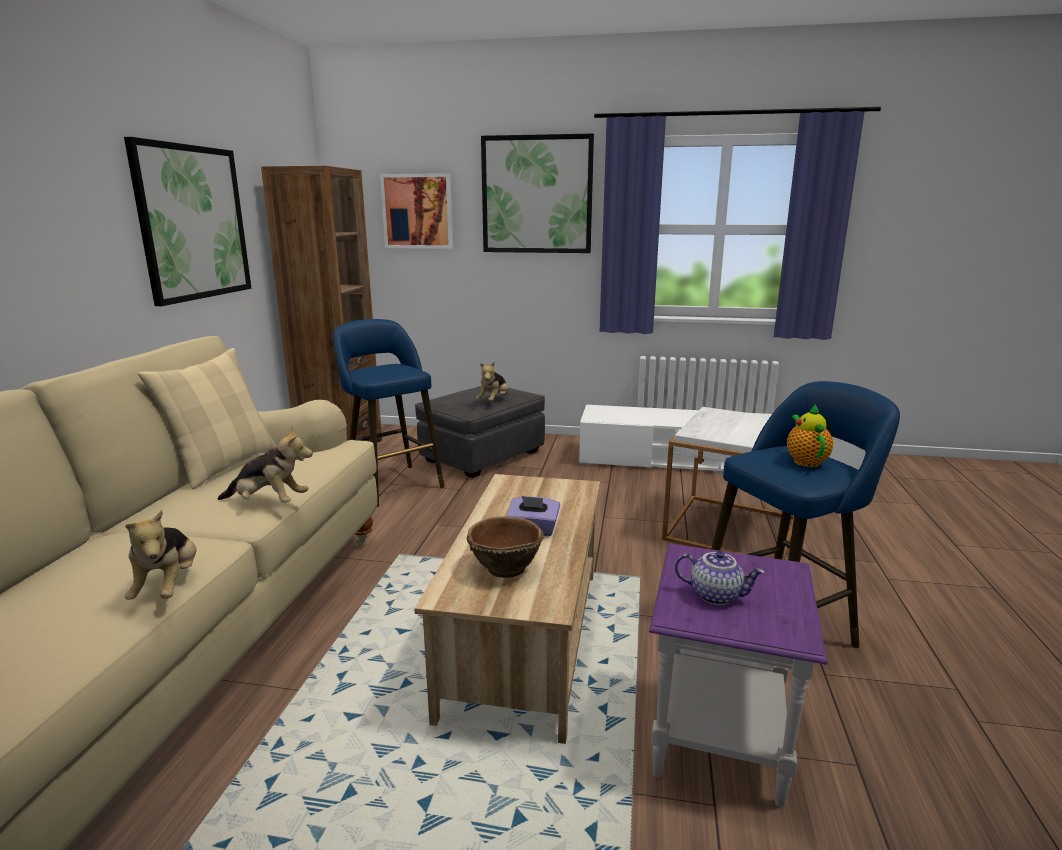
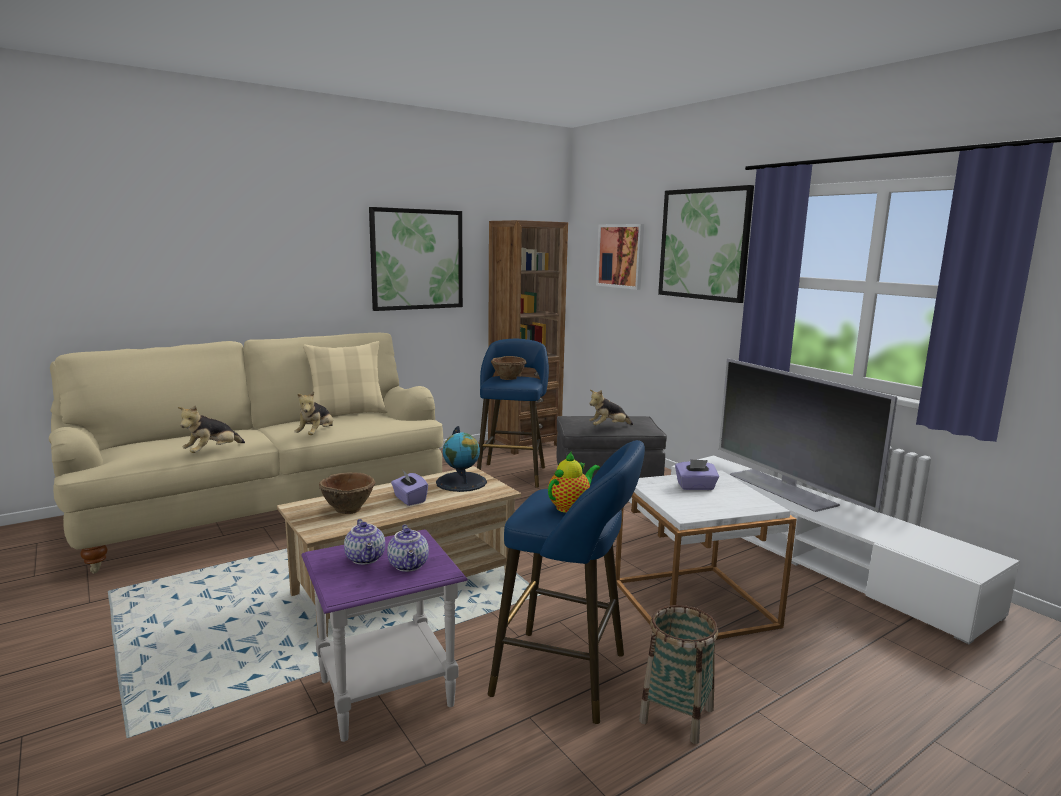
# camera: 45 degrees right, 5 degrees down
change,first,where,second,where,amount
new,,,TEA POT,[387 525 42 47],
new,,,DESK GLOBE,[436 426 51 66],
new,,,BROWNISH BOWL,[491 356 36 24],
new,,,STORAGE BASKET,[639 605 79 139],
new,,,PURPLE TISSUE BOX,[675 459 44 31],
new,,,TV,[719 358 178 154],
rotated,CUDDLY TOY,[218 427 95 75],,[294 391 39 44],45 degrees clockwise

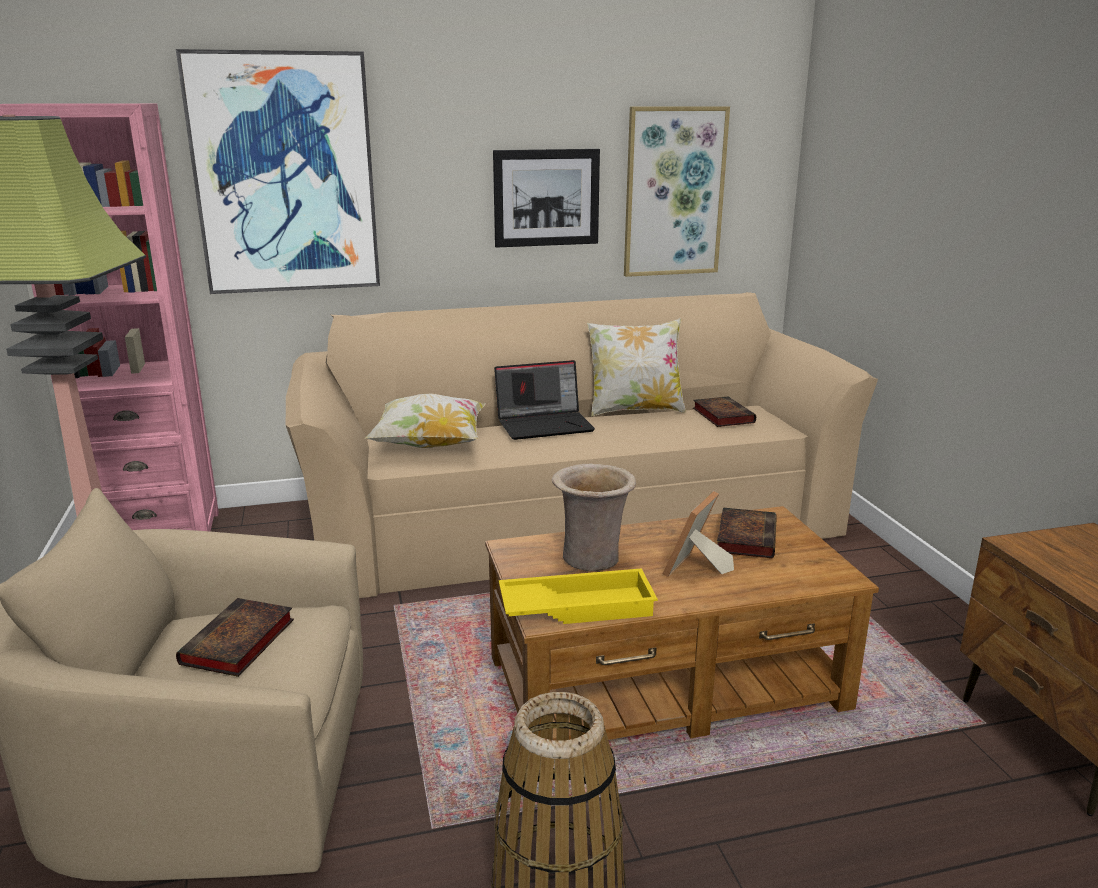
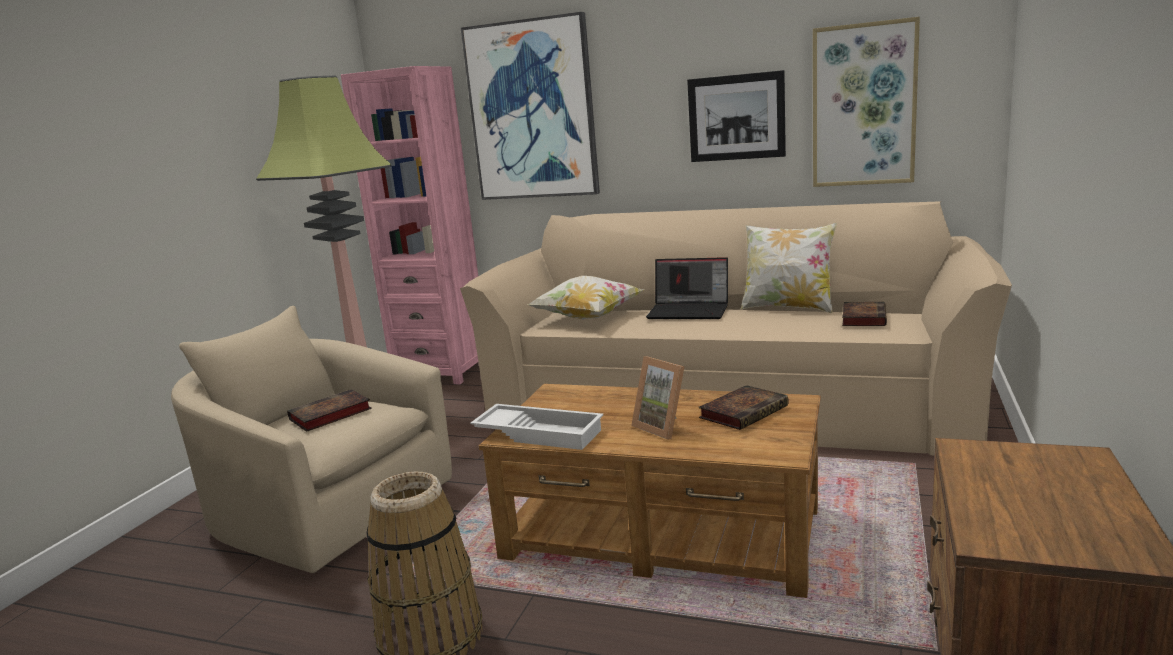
# camera: 35 degrees right, 5 degrees down
change,first,where,second,where,amount
gone,SAND-COLOURED DECORATIVE VASE,[552 464 84 107],,,
repainted,YELLOW-COLOURED TRAY,[499 568 159 56],WHITISH TRAY,[470 404 133 46],
rotated,PICTURE FRAME,[663 491 71 86],,[631 356 53 83],105 degrees counterclockwise

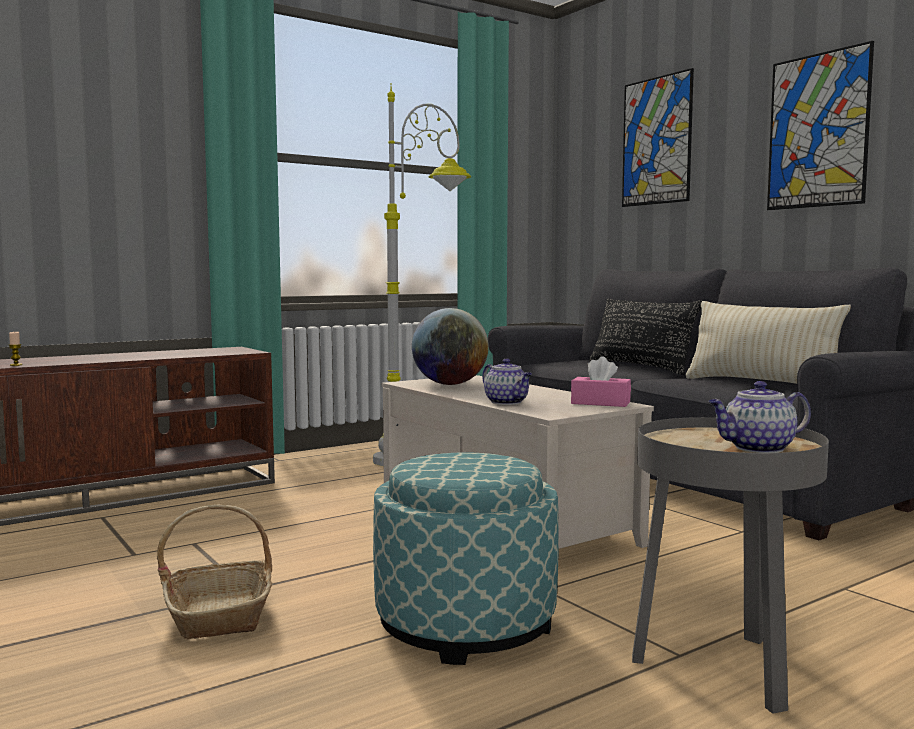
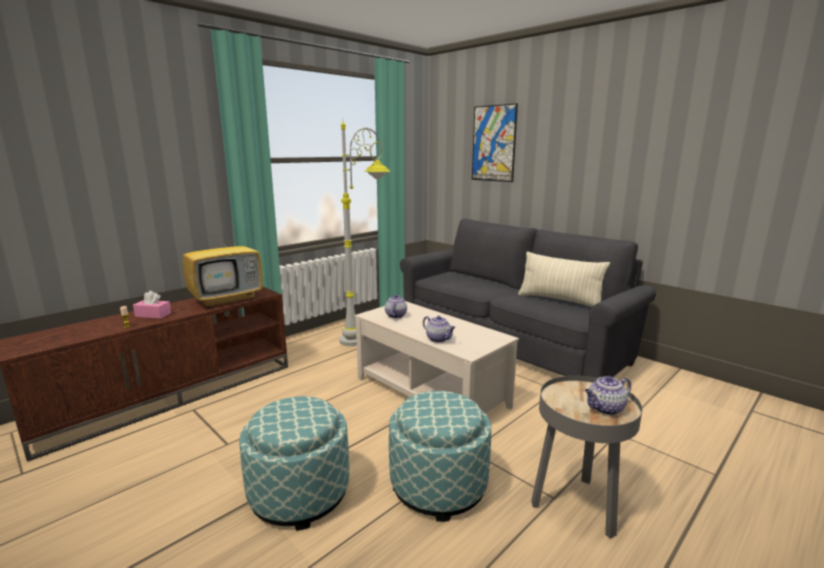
# camera: 10 degrees left, 10 degrees up
change,first,where,second,where,amount
gone,BLACKISH PILLOW,[589 299 113 76],,,
gone,PICTURE,[767 41 107 169],,,
new,,,TV,[182 217 81 91],
shifted,PINKISH TISSUE BOX,[571 356 60 51],,[133 291 38 28],
swapped,STORAGE BASKET,[157 505 115 134],FOOTREST,[239 396 110 135],
swapped,DESK GLOBE,[412 308 77 77],TEA POT,[385 295 22 23],

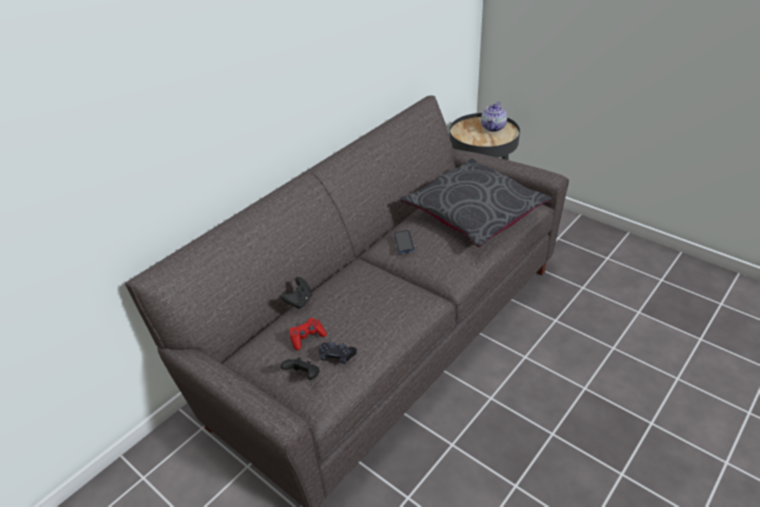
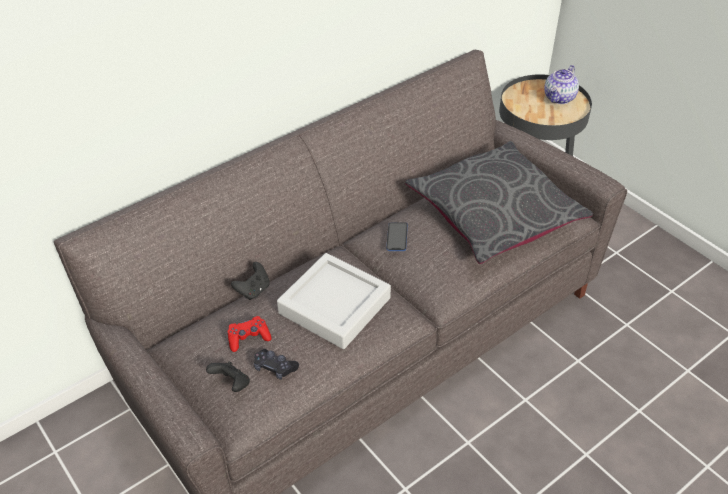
# camera: 10 degrees right, 5 degrees up
change,first,where,second,where,amount
new,,,GREY TRAY,[277 253 114 96],

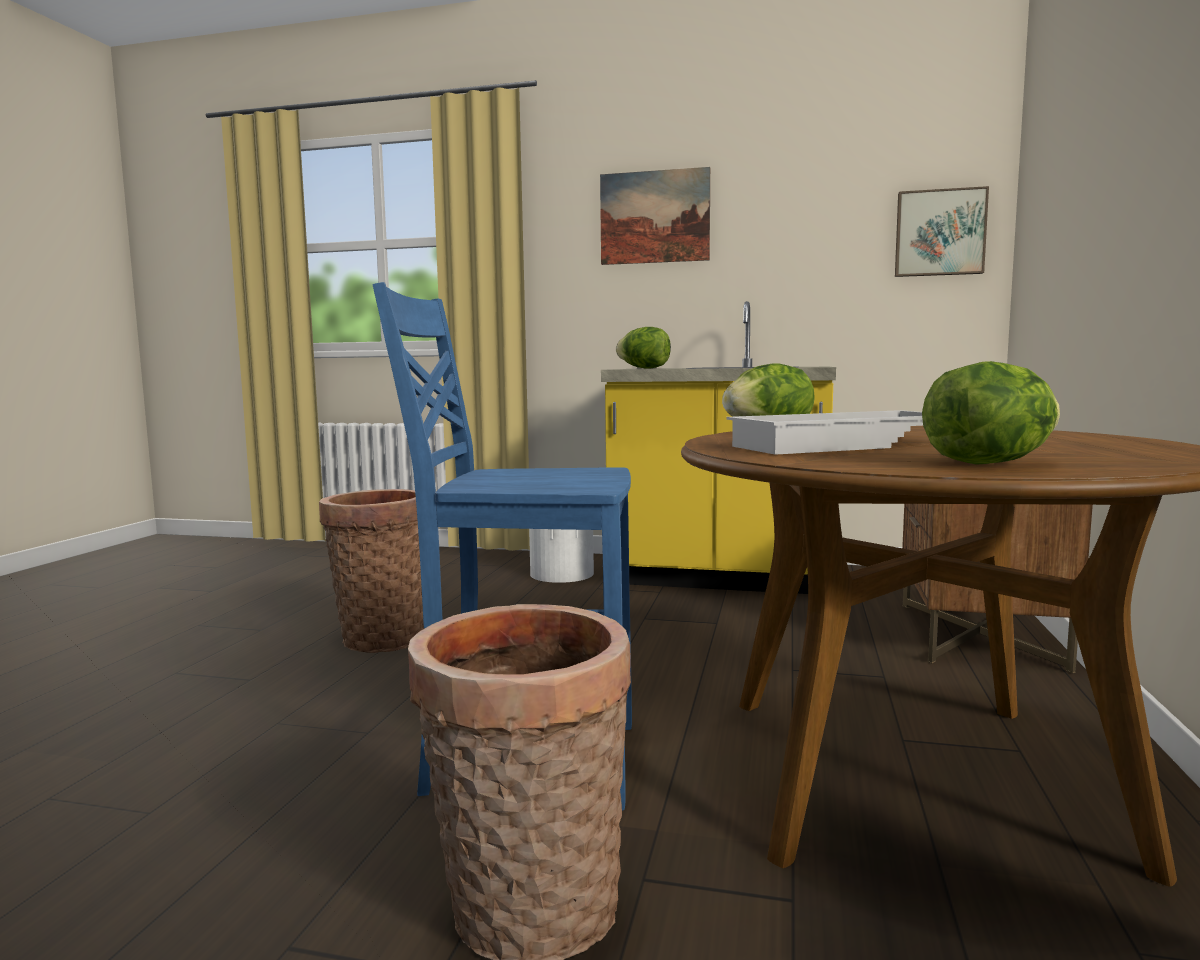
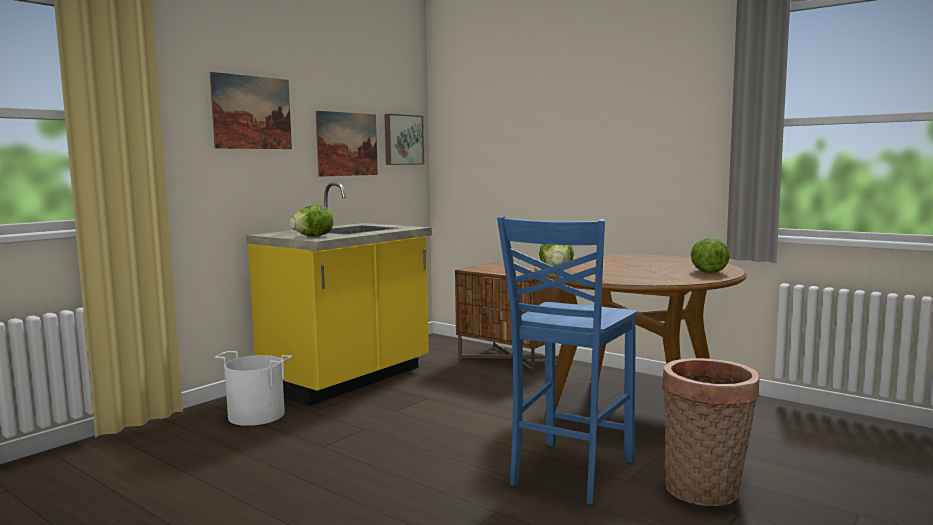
# camera: 65 degrees left, 0 degrees up
change,first,where,second,where,amount
gone,STORAGE BASKET,[319 489 105 164],,,
gone,WHITISH TRAY,[726 410 197 45],,,
new,,,PICTURE,[315 111 63 66],

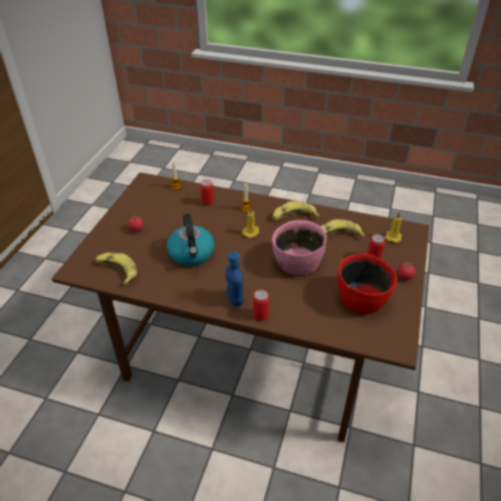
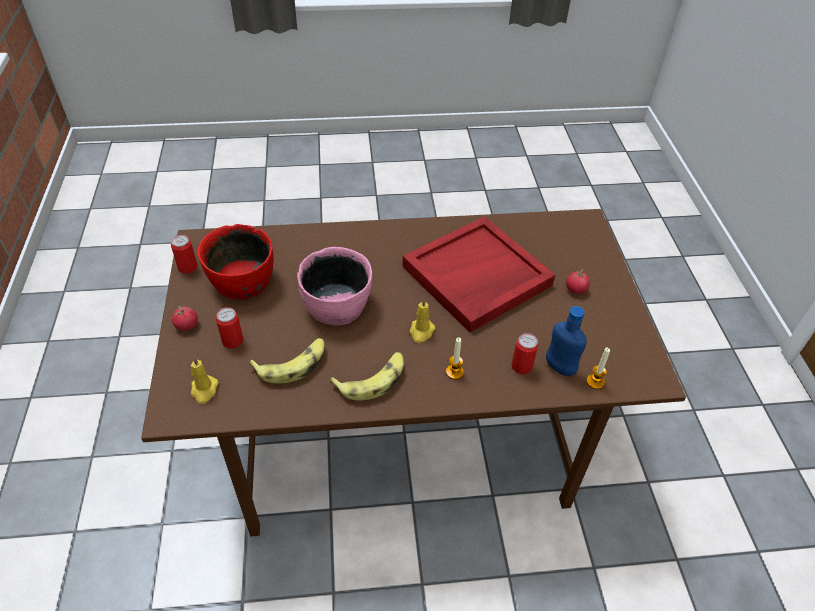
# camera: 155 degrees right, 5 degrees up
change,first,where,second,where,amount
gone,BANANA FRUIT,[95 252 42 33],,,
shifted,BLUE-COLOURED BOTTLE,[226 252 18 54],,[546 306 41 70],
shifted,CAN,[253 290 16 31],,[171 235 26 38],
swapped,KETTLE,[167 214 48 52],RED-COLOURED TRAY,[402 216 153 117],

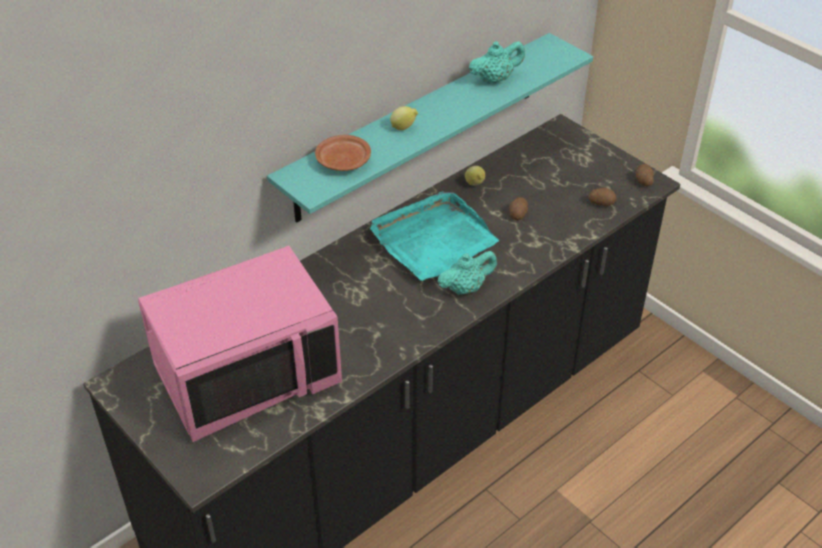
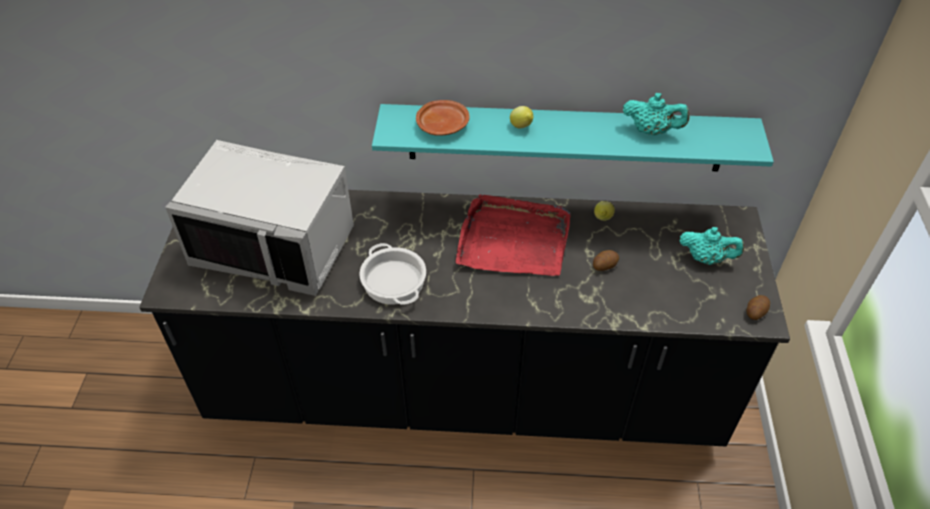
# camera: 45 degrees right, 5 degrees up
change,first,where,second,where,amount
gone,WHOLE POTATO,[589 188 28 18],,,
new,,,COOKING POT,[359 243 67 62],
shifted,TURQUOISE-COLOURED TEA POT,[437 251 60 44],,[680 227 64 38],
repainted,PINKISH MICROWAVE OVEN,[138 246 204 196],GREY MICROWAVE OVEN,[165 140 189 156],
repainted,TURQUOISE-COLOURED TRAY,[370 191 129 90],RED-COLOURED TRAY,[456 194 115 82],

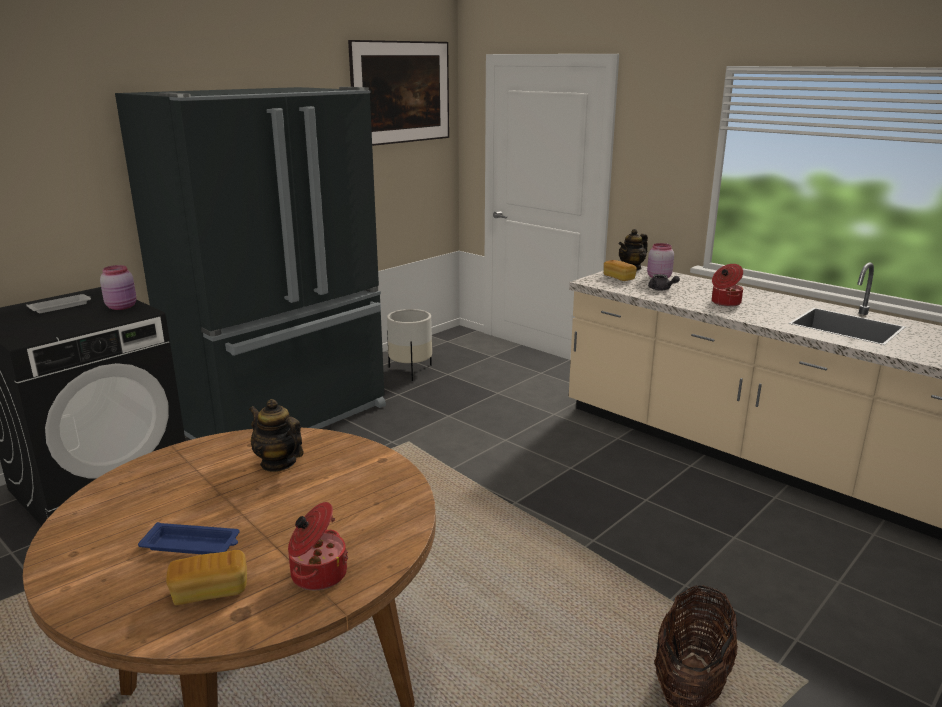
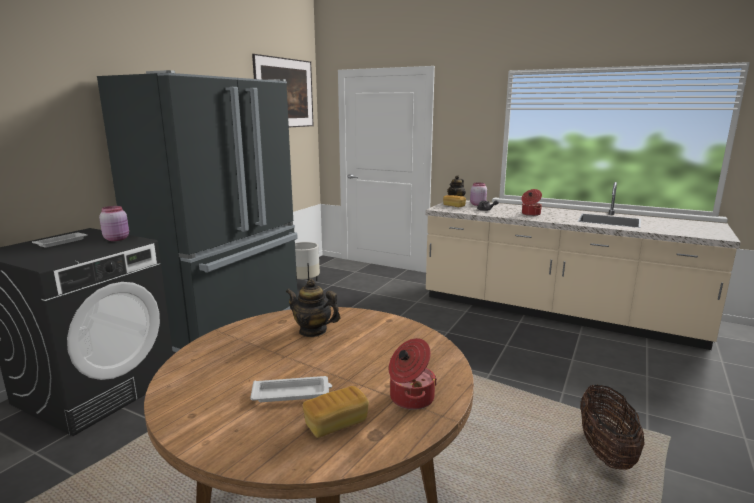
# camera: 15 degrees left, 5 degrees down
change,first,where,second,where,amount
repainted,BLUE-COLOURED TRAY,[138 522 102 32],WHITISH TRAY,[250 376 82 26],

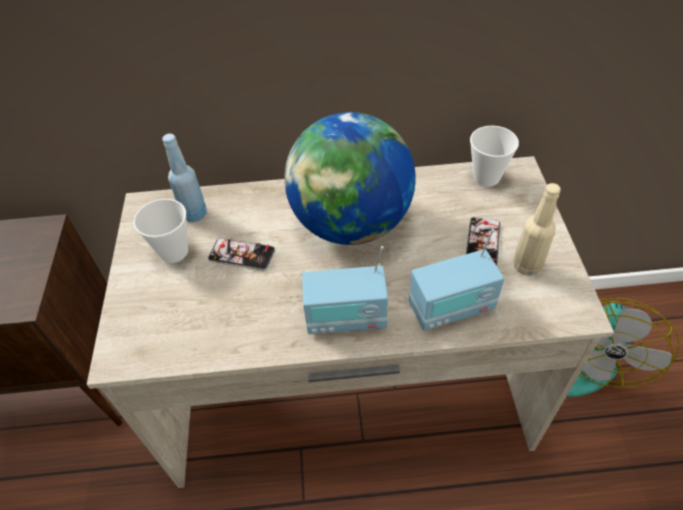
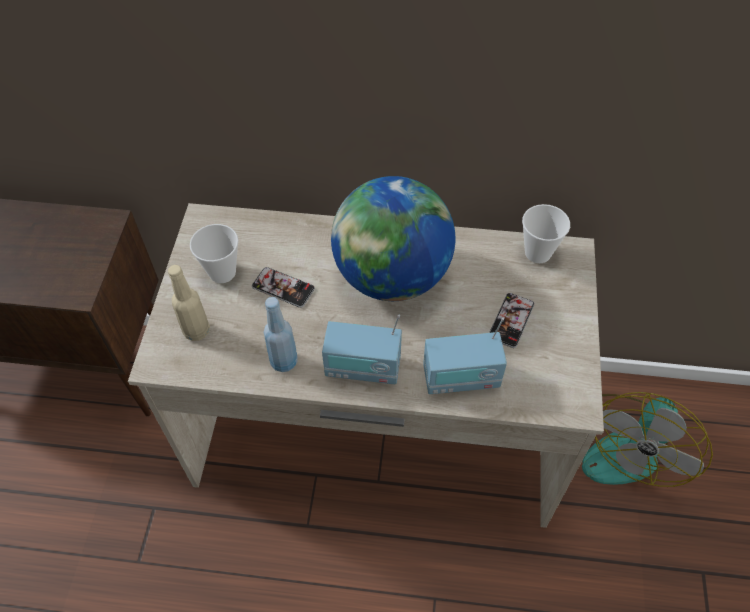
# camera: 10 degrees right, 5 degrees up
change,first,where,second,where,amount
shifted,BLUE-COLOURED BOTTLE,[162 134 45 88],,[263 297 34 75],
shifted,SAND-COLOURED BOTTLE,[513 183 48 93],,[168 265 42 76],

